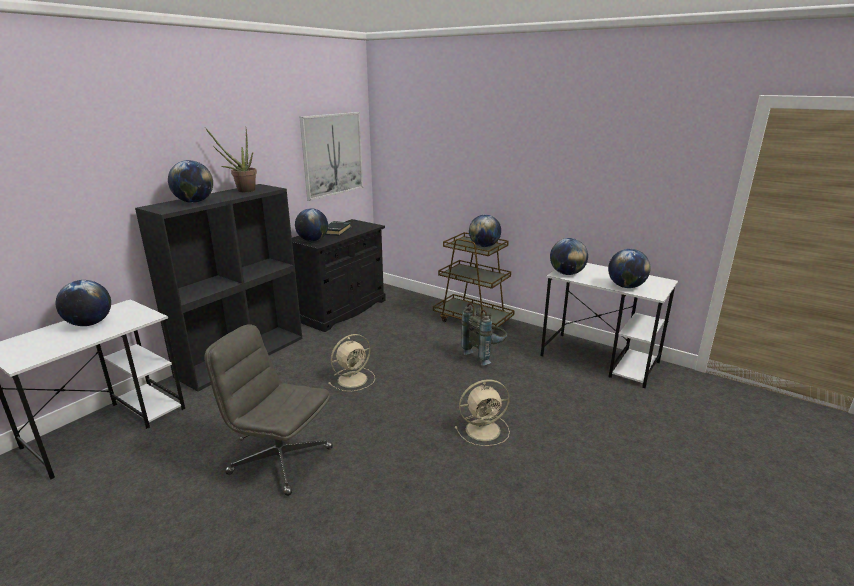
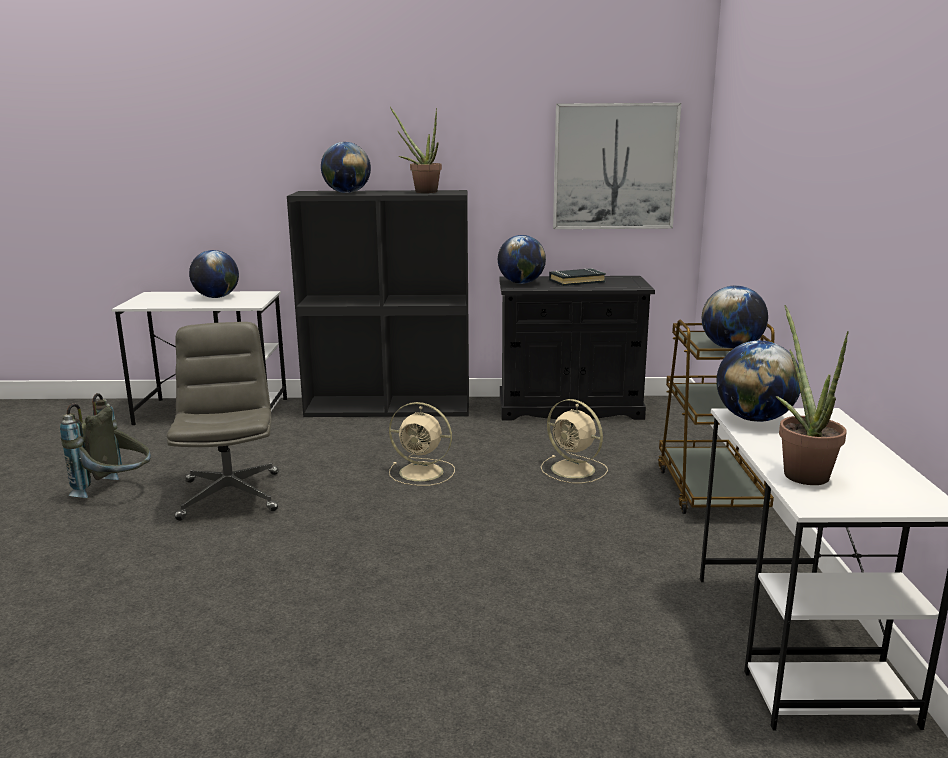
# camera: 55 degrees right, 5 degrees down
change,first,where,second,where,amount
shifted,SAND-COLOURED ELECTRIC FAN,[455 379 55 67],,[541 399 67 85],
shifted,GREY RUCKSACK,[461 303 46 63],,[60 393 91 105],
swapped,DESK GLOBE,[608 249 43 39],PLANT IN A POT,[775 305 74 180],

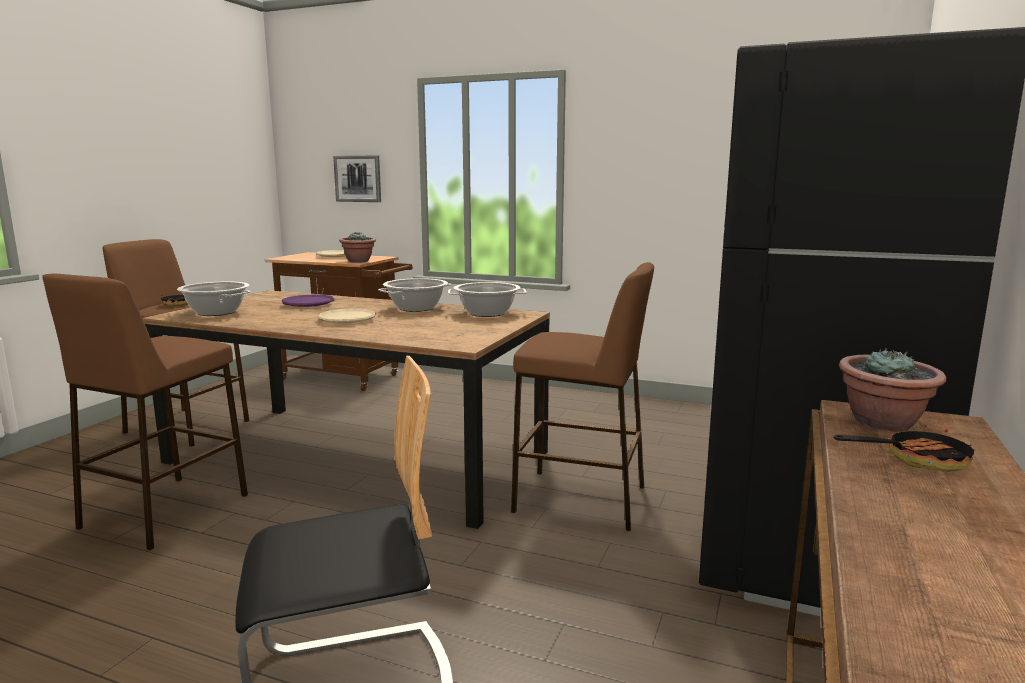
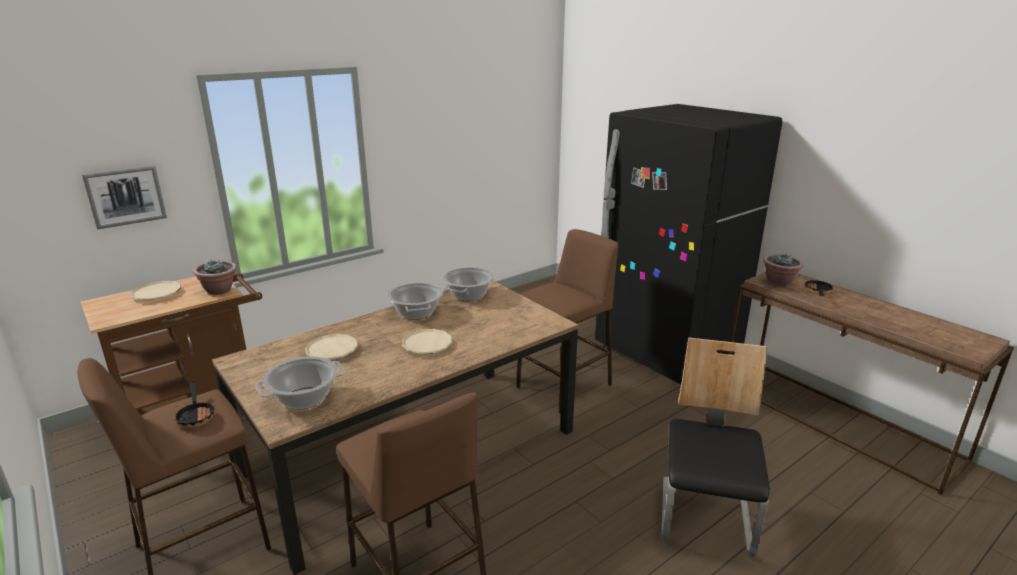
# camera: 60 degrees left, 10 degrees up
change,first,where,second,where,amount
repainted,PURPLE PLATE,[281 295 54 12],SAND-COLOURED PLATE,[305 334 53 26],

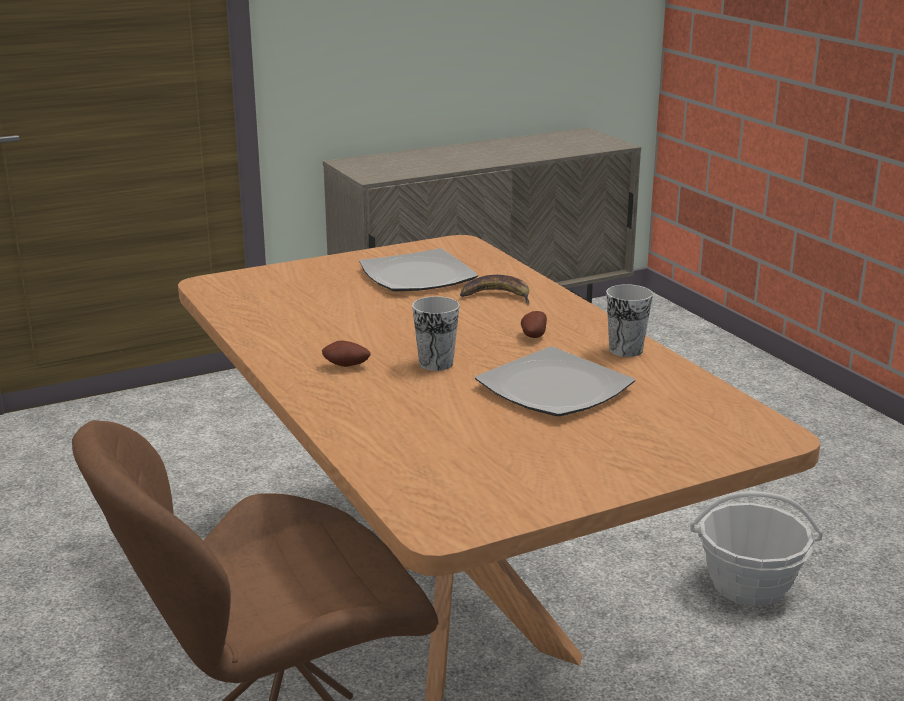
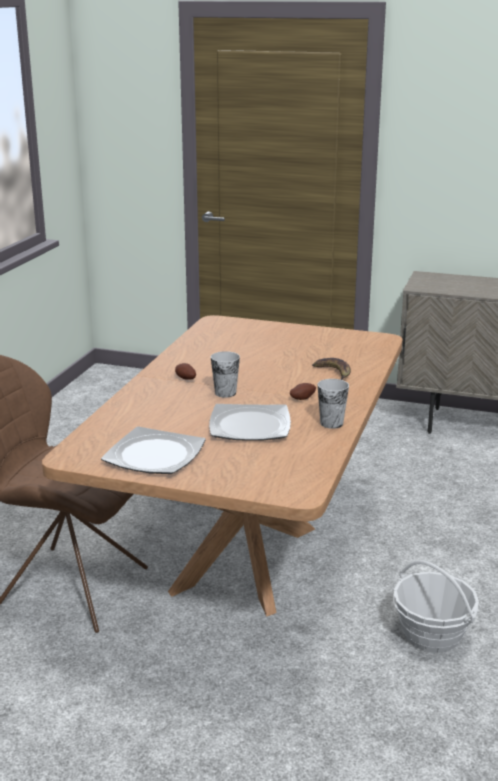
# camera: 45 degrees right, 0 degrees up
change,first,where,second,where,amount
shifted,PLATE,[359 248 119 43],,[101 426 105 48],

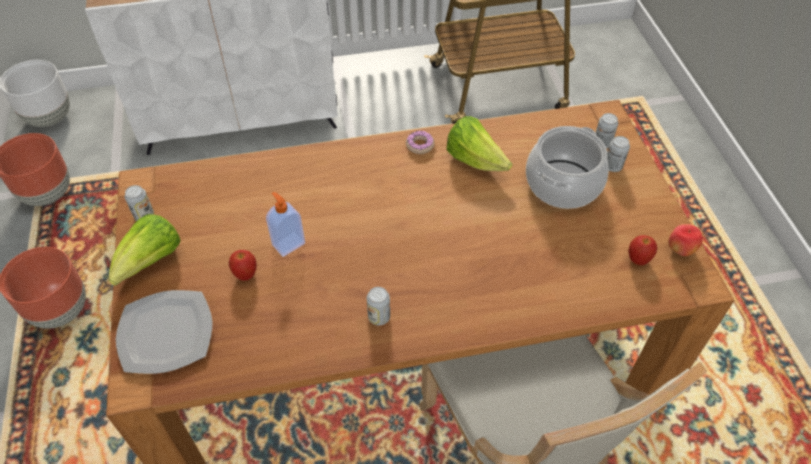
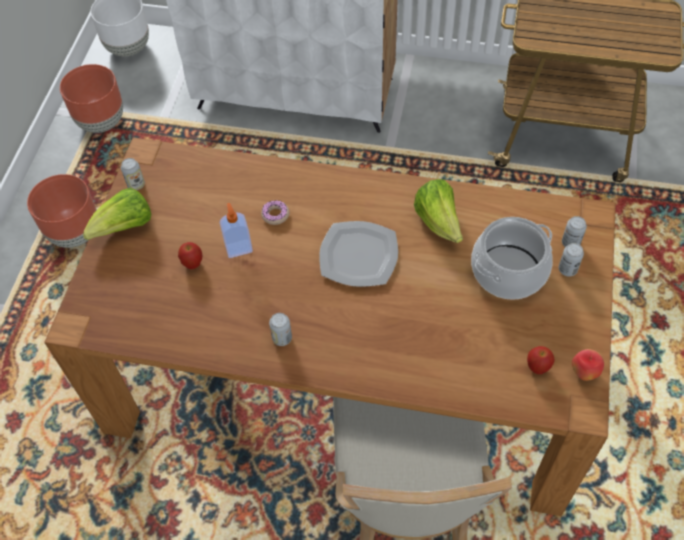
# camera: 25 degrees right, 5 degrees up
change,first,where,second,where,amount
shifted,PLATE,[116 290 97 84],,[319 221 79 66],
shifted,DONUT,[406 131 29 23],,[261 200 28 25],

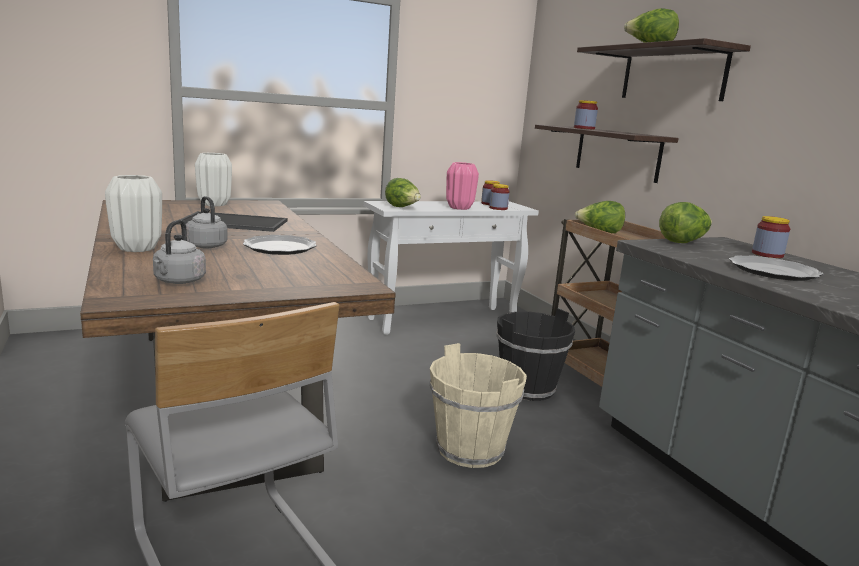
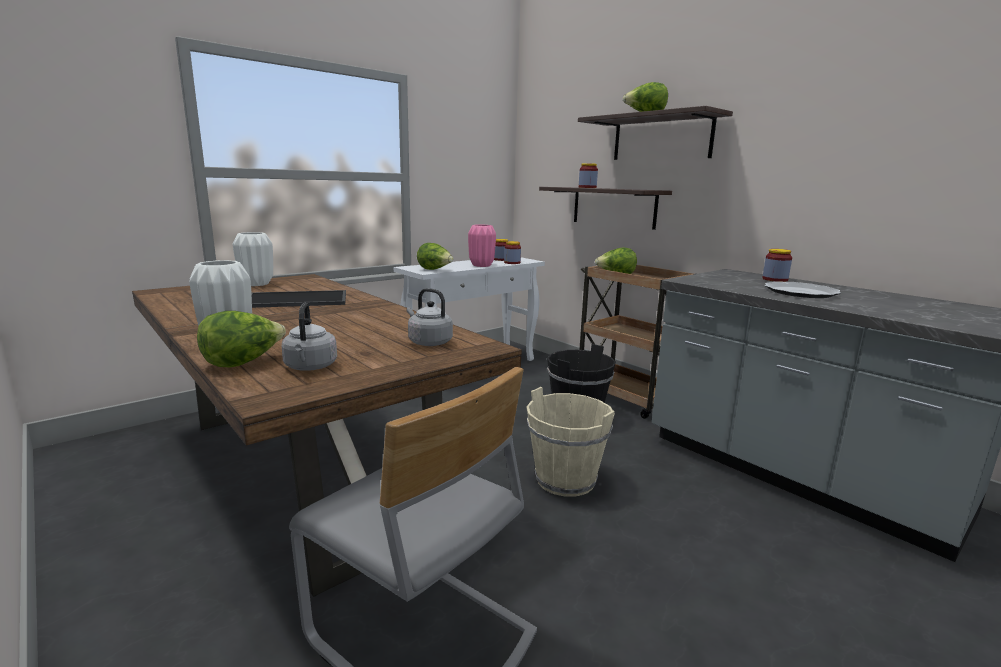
# camera: 15 degrees left, 0 degrees up
change,first,where,second,where,amount
gone,PLATE,[243 235 74 20],,,
shifted,GREY KETTLE,[186 196 42 52],,[407 288 46 58],
shifted,LETTUCE HEAD,[659 202 53 41],,[197 311 89 56],

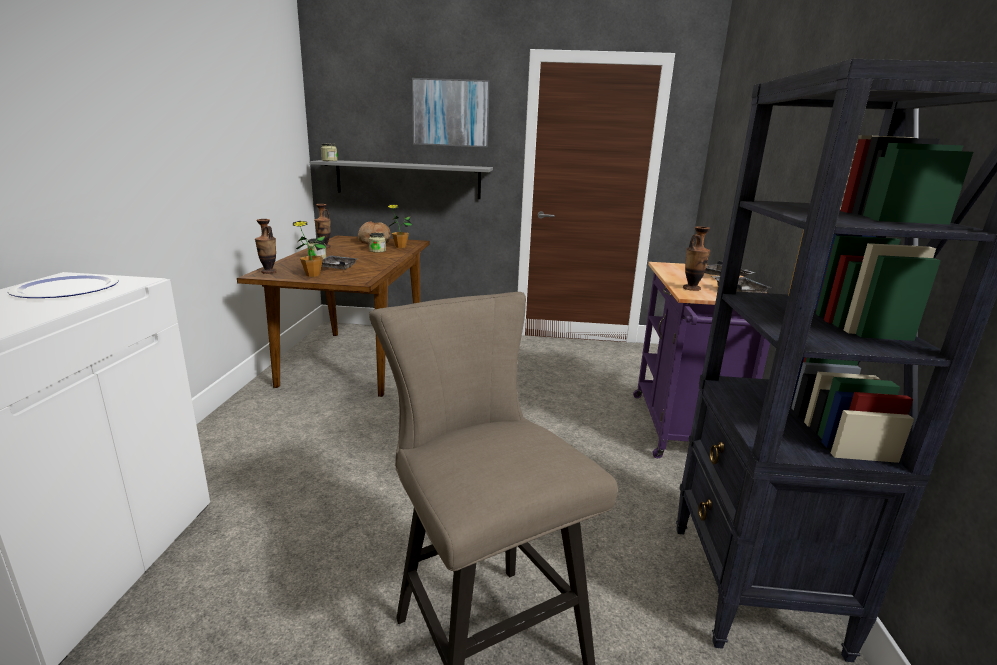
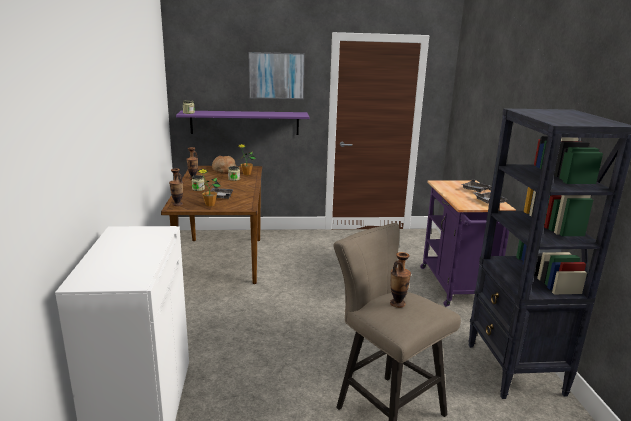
# camera: 10 degrees left, 0 degrees up
change,first,where,second,where,amount
gone,PLATE,[7 274 111 24],,,
shifted,DECORATIVE VASE,[683 226 27 65],,[390 252 21 56],
repainted,GREY WALL SHELF,[309 160 184 39],PURPLE WALL SHELF,[176 110 133 25],

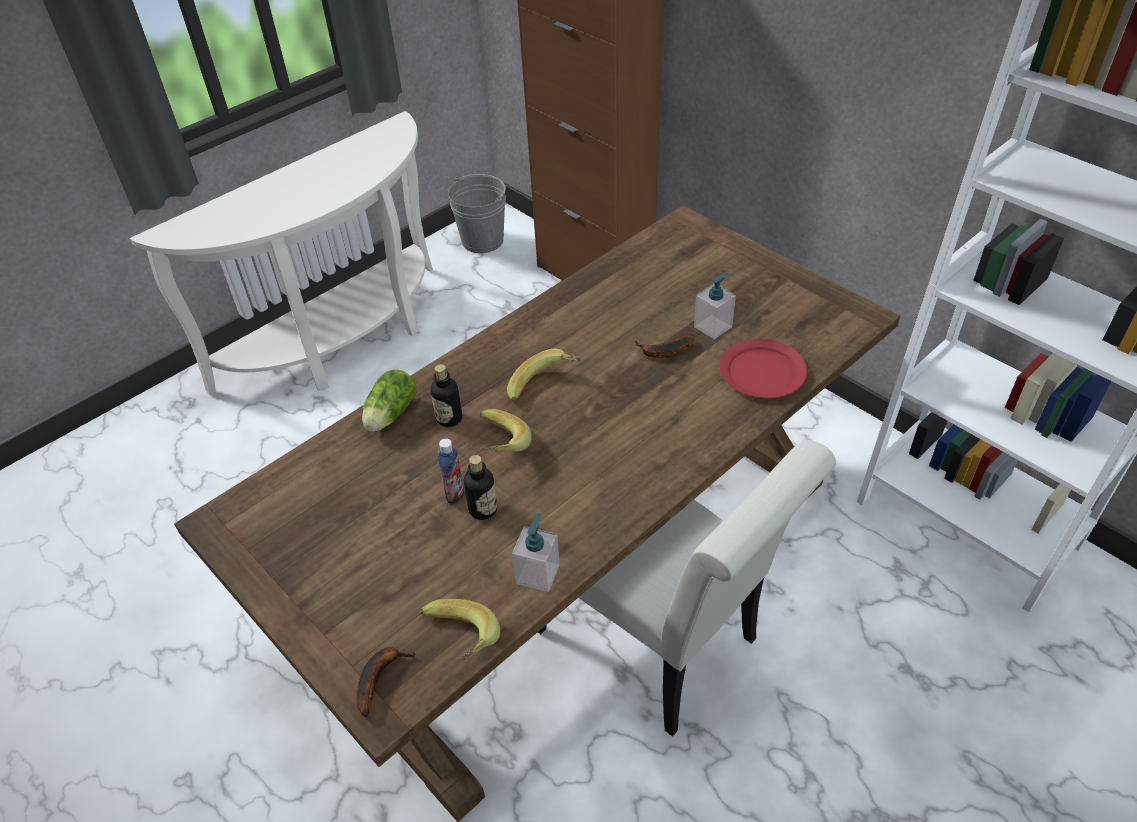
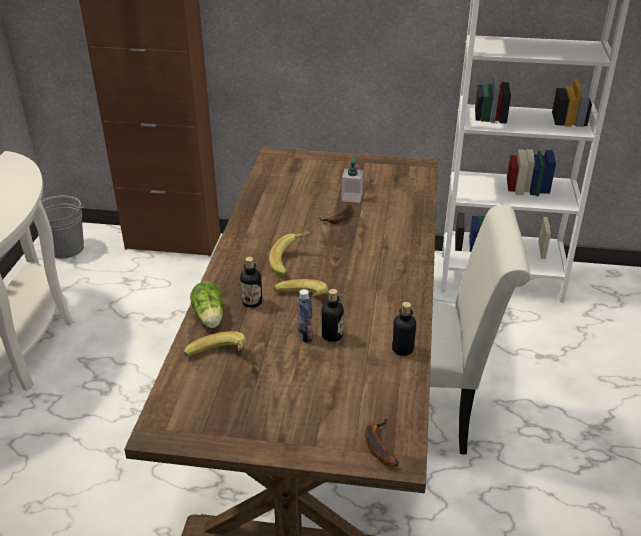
# camera: 40 degrees left, 10 degrees down
change,first,where,second,where,amount
gone,RED-COLOURED PLATE,[720 339 87 59],,,
shifted,BANANA FRUIT,[421 599 79 61],,[183 331 63 25],
swapped,SOAP BOTTLE,[512 513 48 79],BOTTLE,[392 302 24 54],

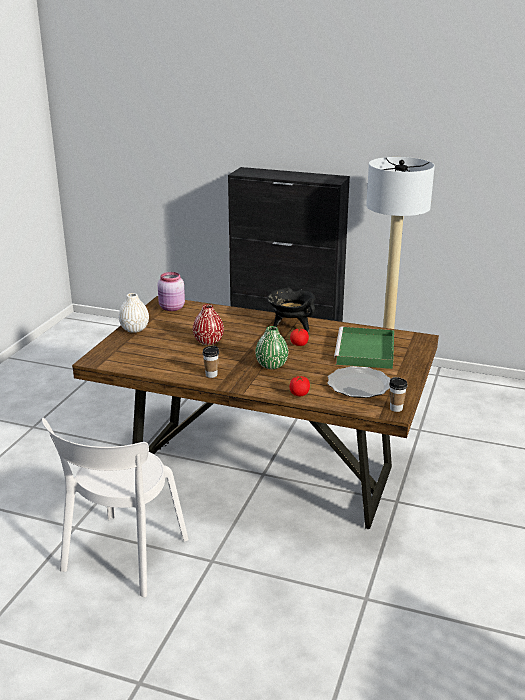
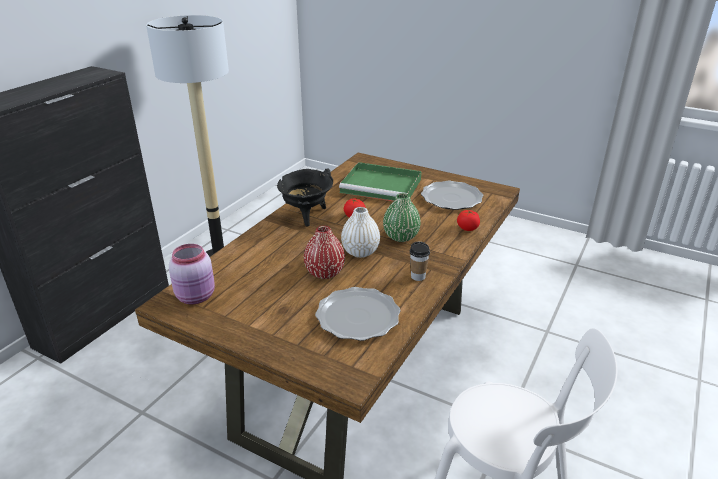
# camera: 80 degrees left, 5 degrees up
change,first,where,second,where,amount
gone,DRINKING CUP,[389 377 19 35],,,
new,,,PLATE,[315 287 86 54],
shifted,WHITISH DECORATIVE VASE,[119 293 30 40],,[341 207 39 51],

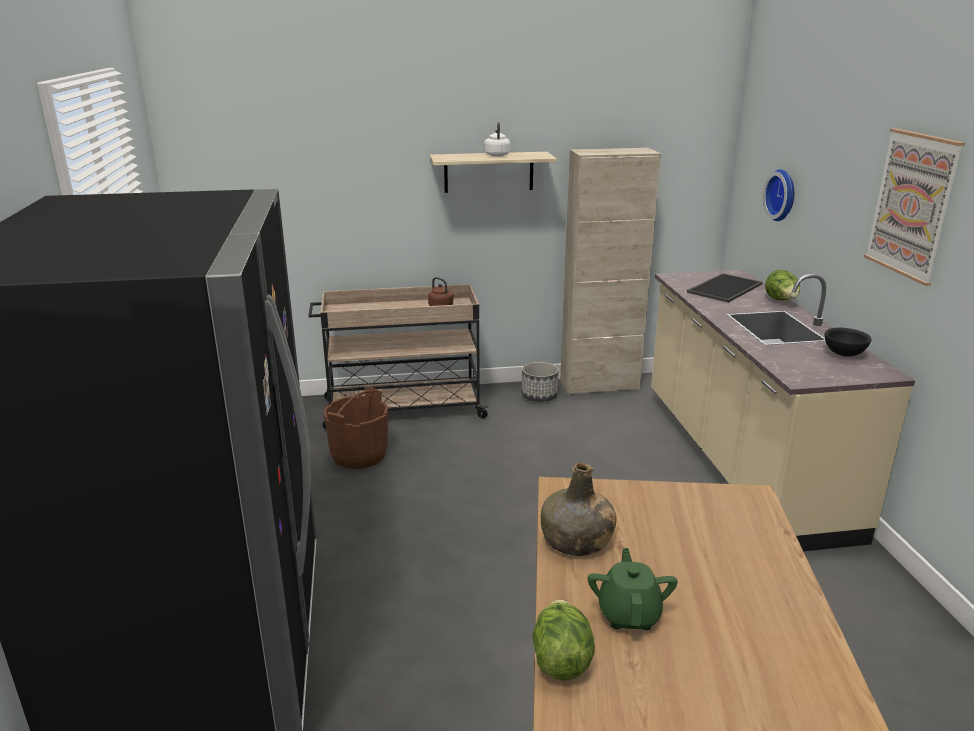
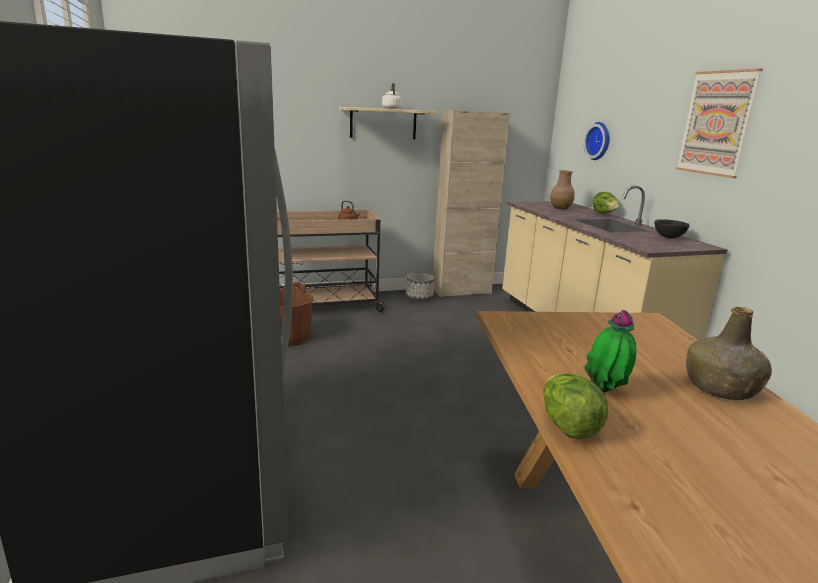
# camera: 10 degrees left, 5 degrees down
change,first,where,second,where,amount
shifted,GREENISH BOTTLE,[541 463 75 93],,[686 307 86 93],
swapped,GREENISH TEA POT,[588 548 90 82],PLANT IN A POT,[584 310 52 83],
swapped,TRAY,[687 273 76 30],BROWNISH DECORATIVE VASE,[550 170 25 39],

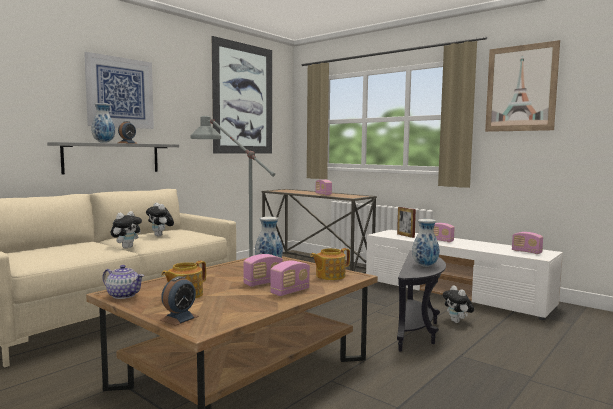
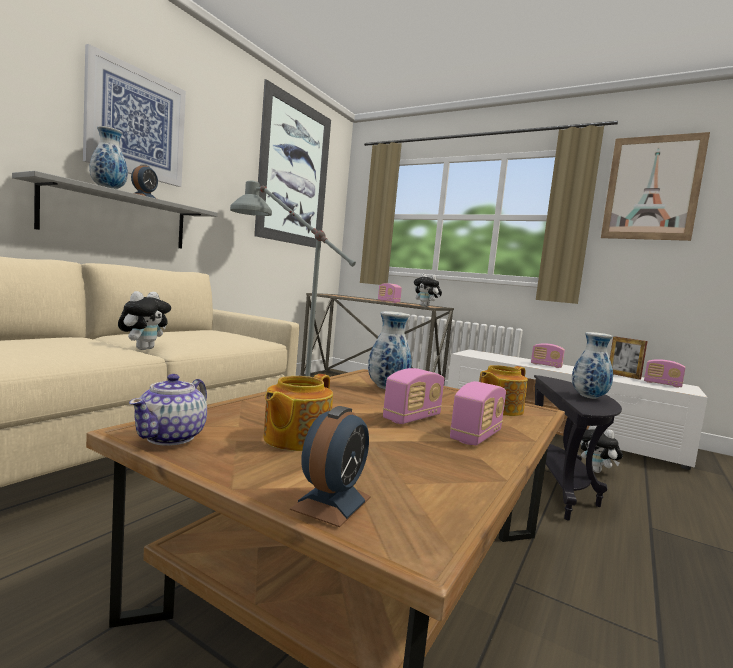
# camera: 10 degrees left, 0 degrees up
change,first,where,second,where,amount
shifted,CUDDLY TOY,[146 203 28 33],,[414 274 28 33],
shifted,PICTURE FRAME,[397 207 19 31],,[610 336 38 44],
rotated,TEA POT,[102 265 42 34],,[129 374 78 72],90 degrees clockwise

